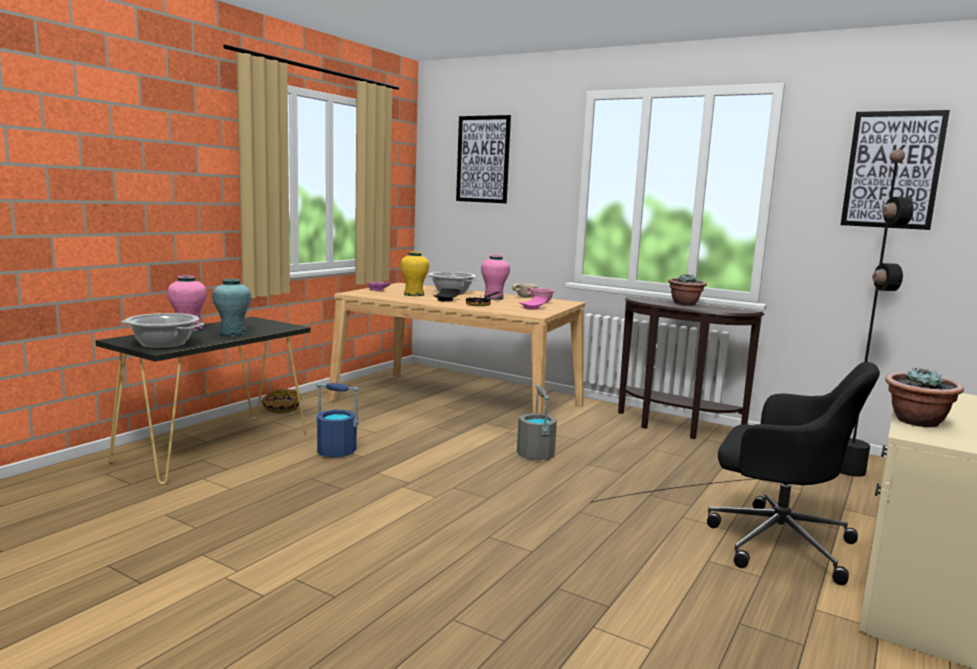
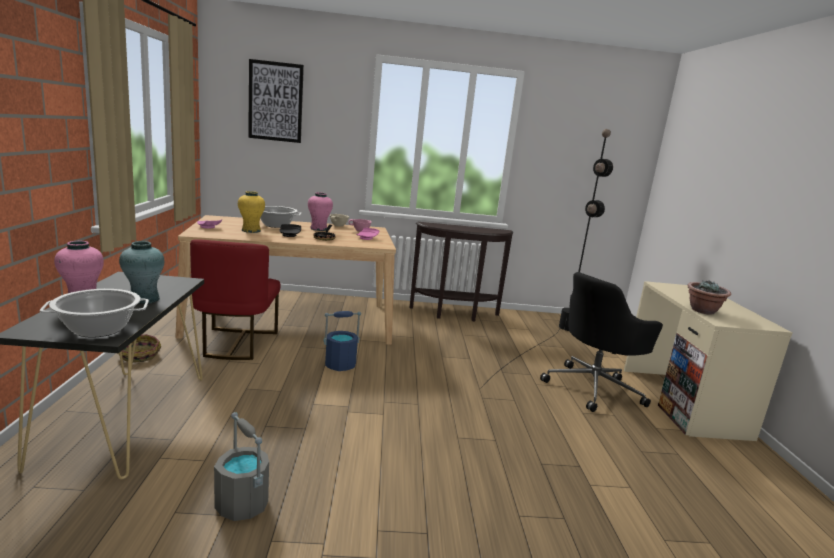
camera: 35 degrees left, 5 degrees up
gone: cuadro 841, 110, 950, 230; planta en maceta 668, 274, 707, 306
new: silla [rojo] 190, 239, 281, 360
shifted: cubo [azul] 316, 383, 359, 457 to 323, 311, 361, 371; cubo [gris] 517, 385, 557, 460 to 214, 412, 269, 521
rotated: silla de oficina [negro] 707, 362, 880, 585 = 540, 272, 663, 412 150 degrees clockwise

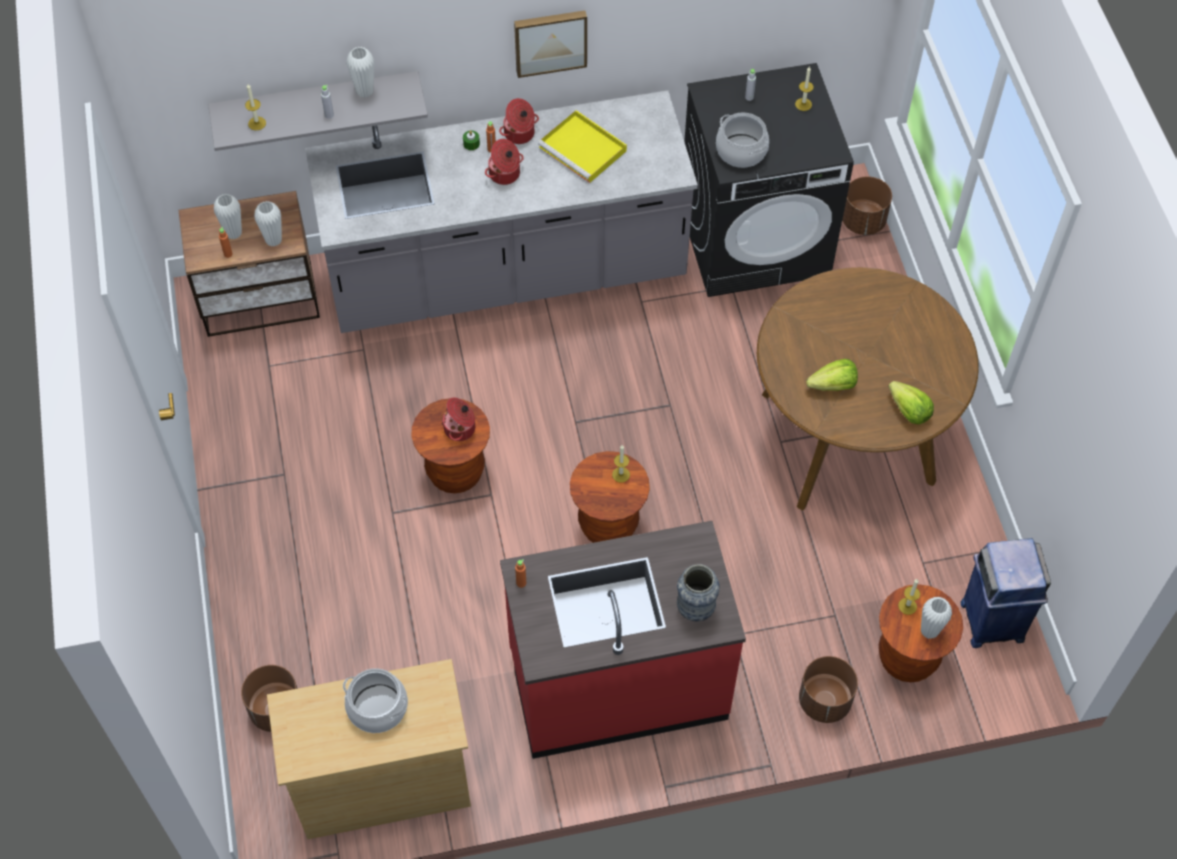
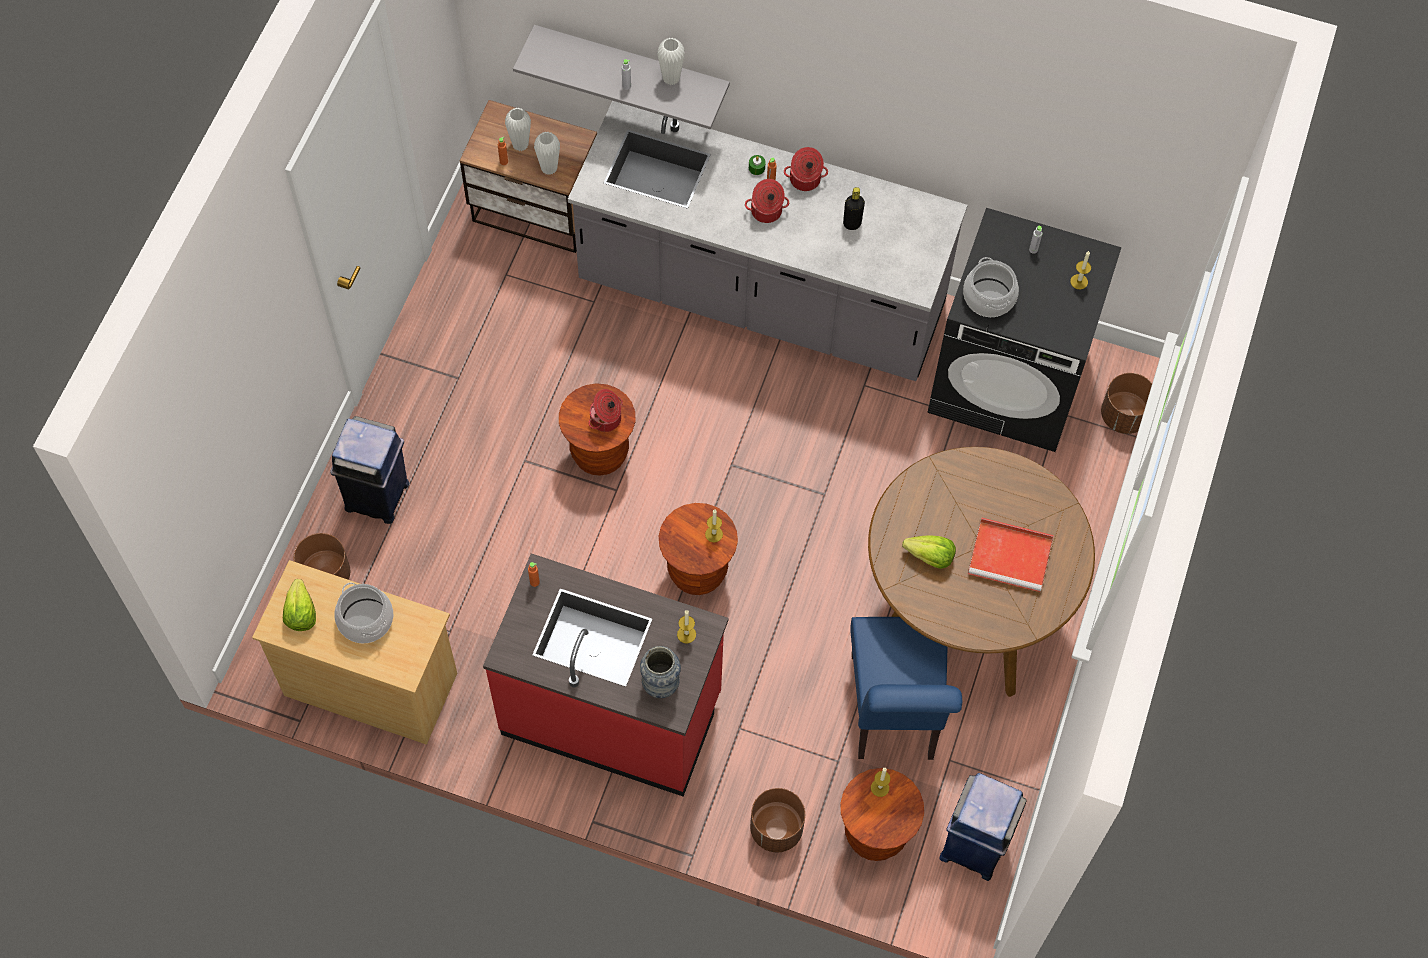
camera: 30 degrees right, 5 degrees up
gone: cuadro 514, 10, 587, 78; florero [blanco] 921, 597, 952, 639
new: papelera [azul] 330, 416, 409, 524; bandeja [rojo] 968, 517, 1054, 592; silla [azul] 850, 617, 962, 760
shifted: vela 245, 84, 266, 130 to 677, 610, 696, 644; lechuga 888, 381, 934, 424 to 283, 579, 316, 631
swapped: bandeja [amarillo] 538, 110, 627, 183 to botella [negro] 843, 187, 865, 230

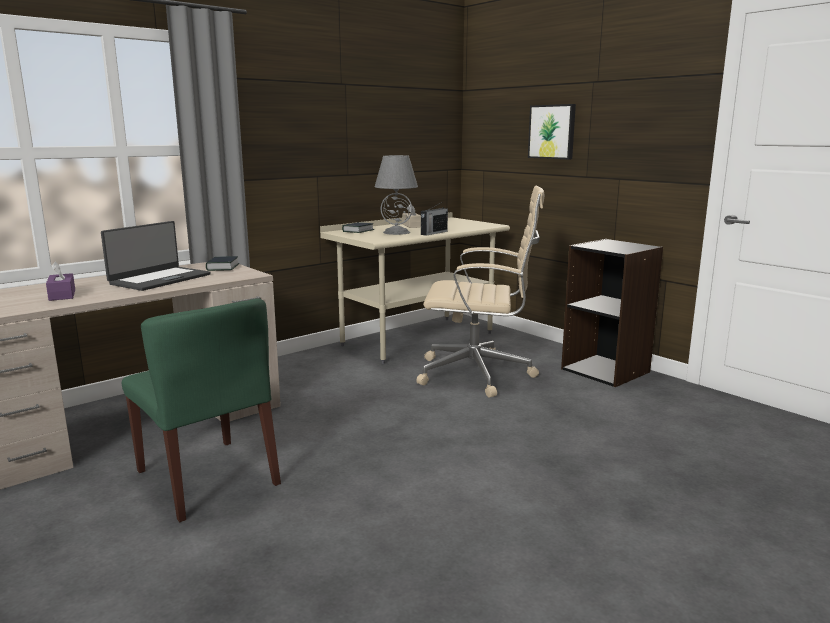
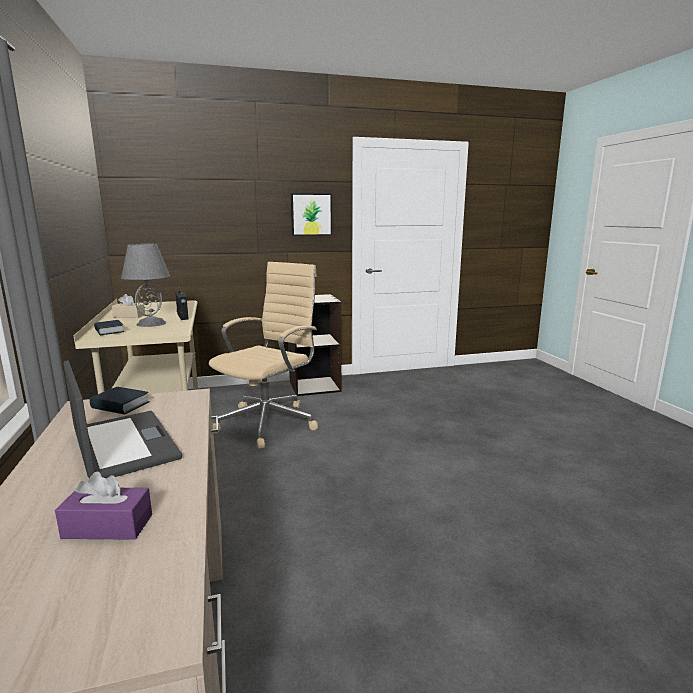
camera: 65 degrees left, 0 degrees up
gone: silla [verde] 122, 298, 281, 522
shifted: cuadro 528, 104, 576, 159 to 291, 193, 332, 236

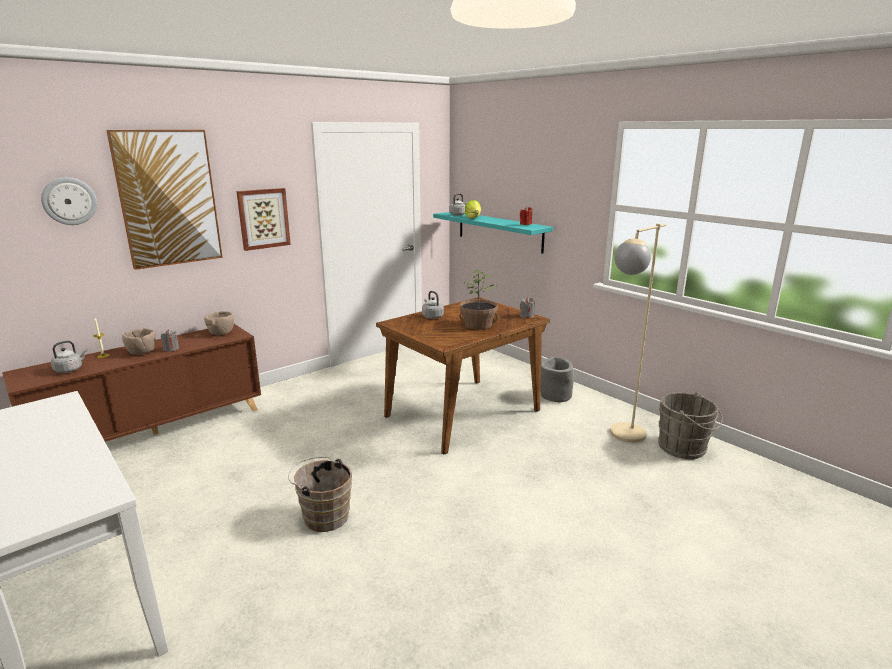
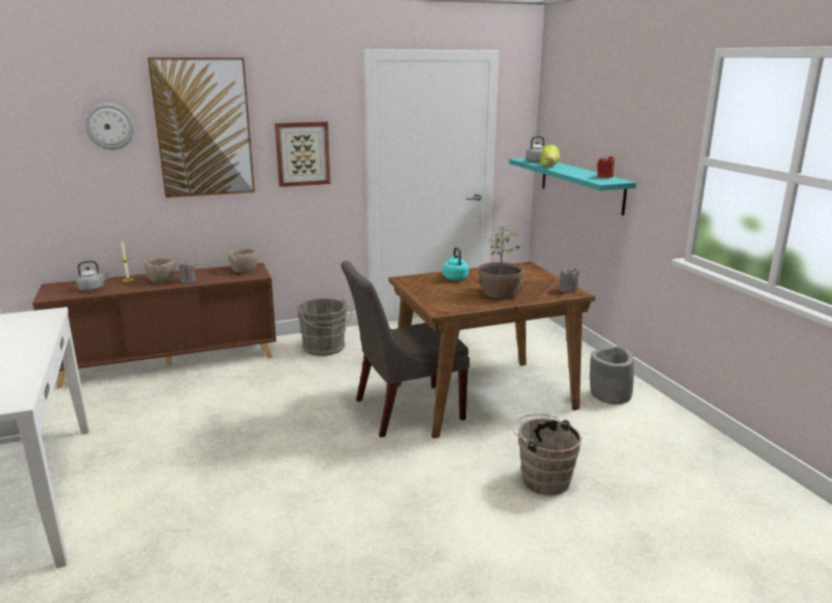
camera: 20 degrees right, 0 degrees up
gone: lámpara de pie [beis] 610, 224, 666, 443
new: silla [gris] 341, 261, 470, 438
shifted: cubo [gris] 658, 392, 723, 459 to 297, 298, 352, 356; cubo [marrón] 288, 457, 352, 532 to 512, 414, 582, 495
repainted: hervidor [gris] 422, 291, 444, 319 to hervidor [turquesa] 443, 247, 469, 280

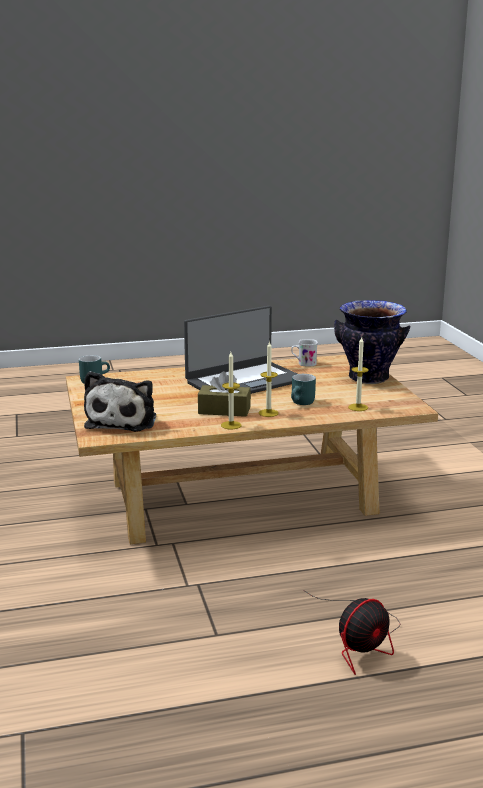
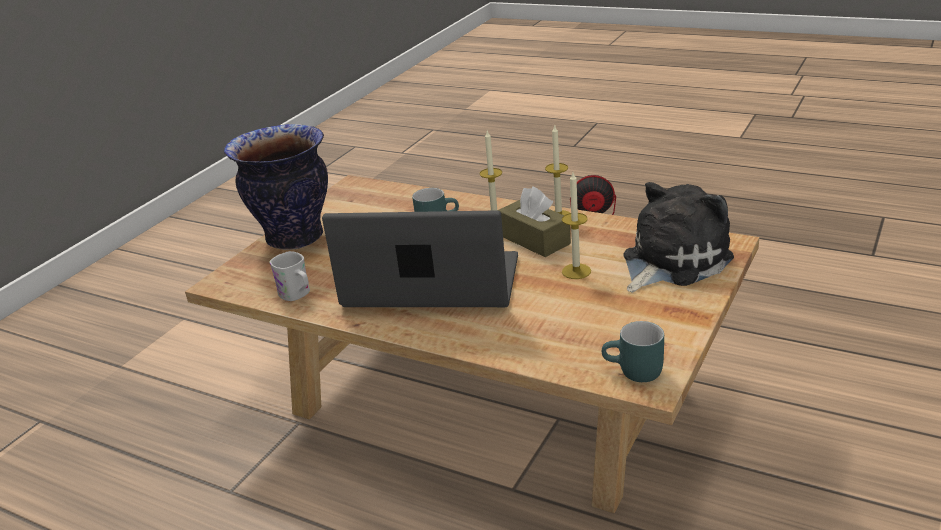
camera: 135 degrees left, 10 degrees up
shifted: vela 348, 337, 369, 411 to 562, 173, 591, 279

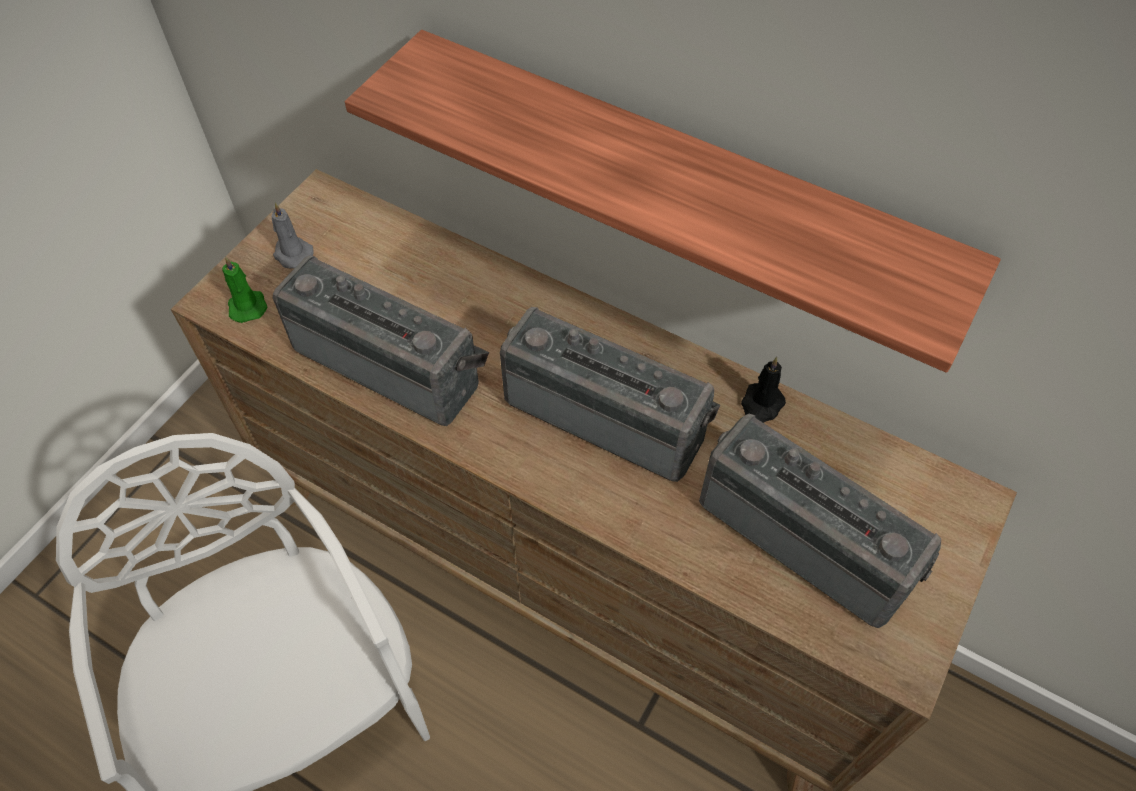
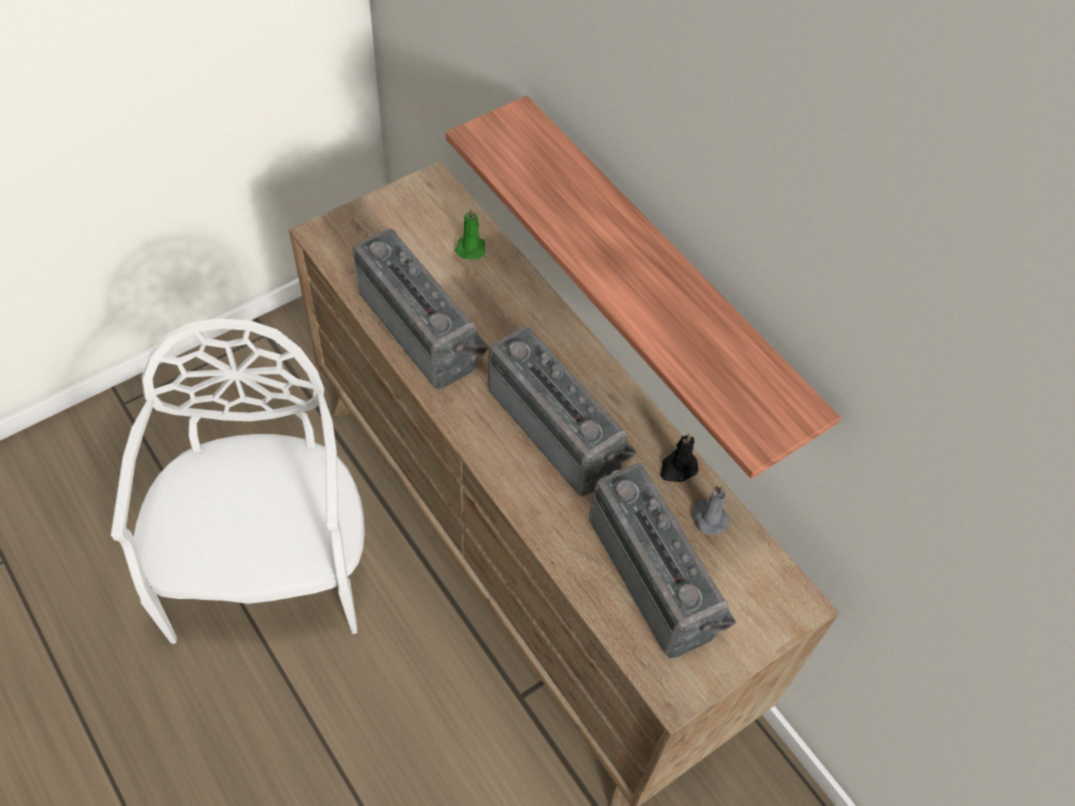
camera: 20 degrees right, 0 degrees up
shifted: vela [gris] 272, 203, 314, 269 to 692, 486, 730, 535; vela [verde] 222, 257, 267, 323 to 455, 208, 485, 260

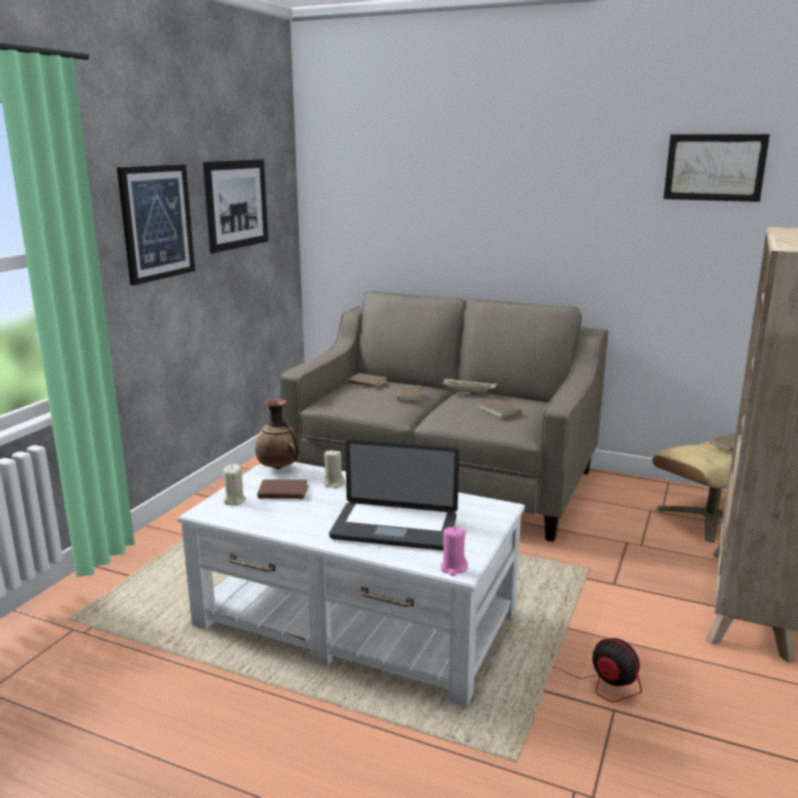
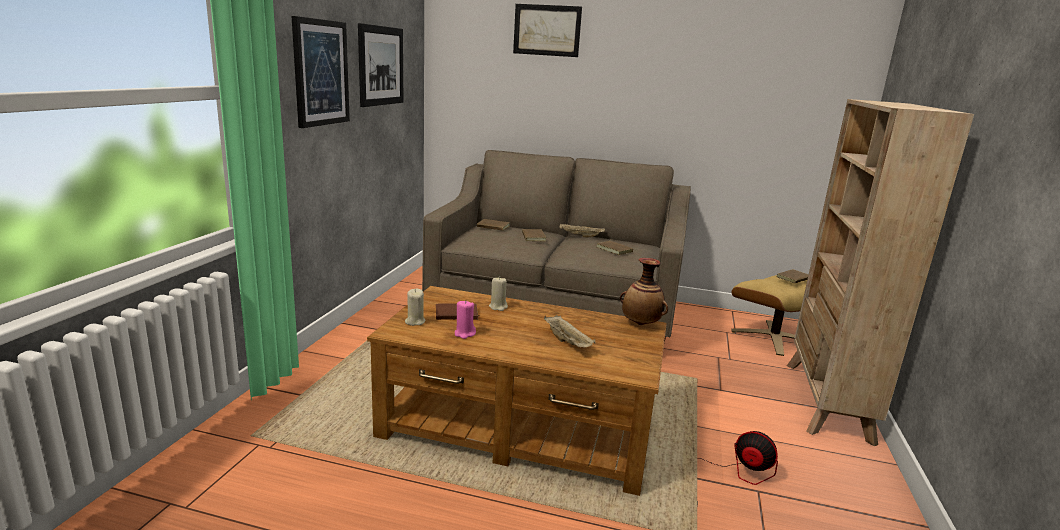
camera: 10 degrees left, 0 degrees up
shifted: cuadro 663, 134, 770, 202 to 513, 4, 582, 57; florero 255, 399, 299, 469 to 620, 258, 668, 325; vela [rosa] 441, 527, 468, 576 to 455, 300, 476, 339
swapped: portátil 329, 440, 459, 551 to bandeja [beis] 544, 315, 595, 347
repainted: mesa de centro [blanco] 177, 462, 525, 707 to mesa de centro [marrón] 367, 286, 667, 496

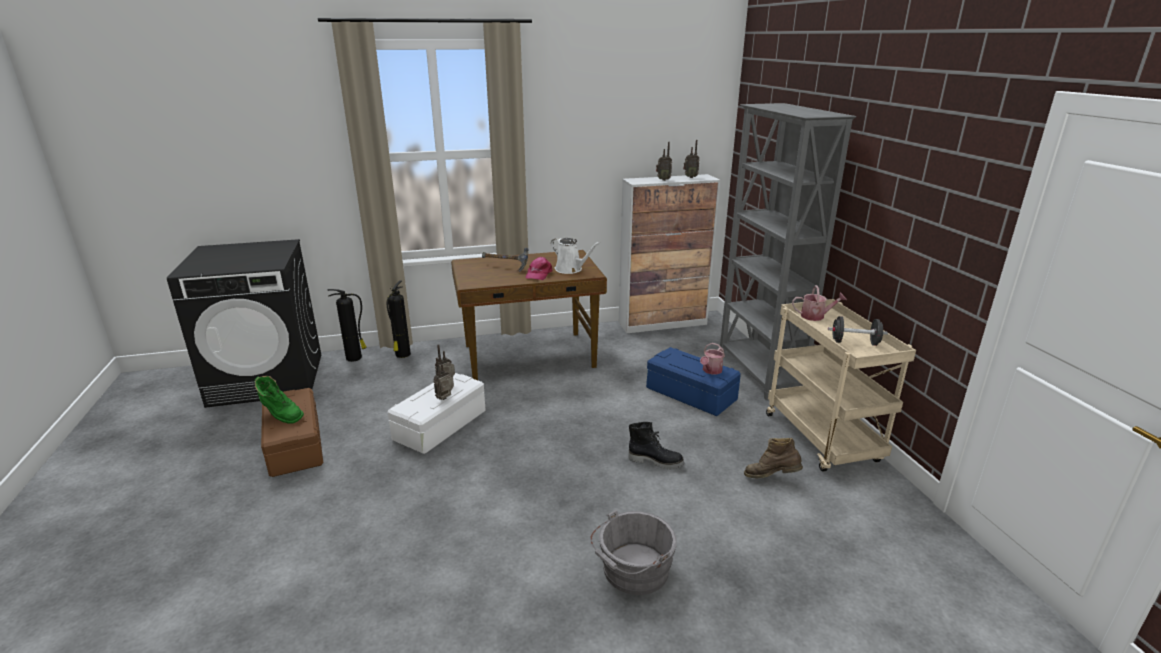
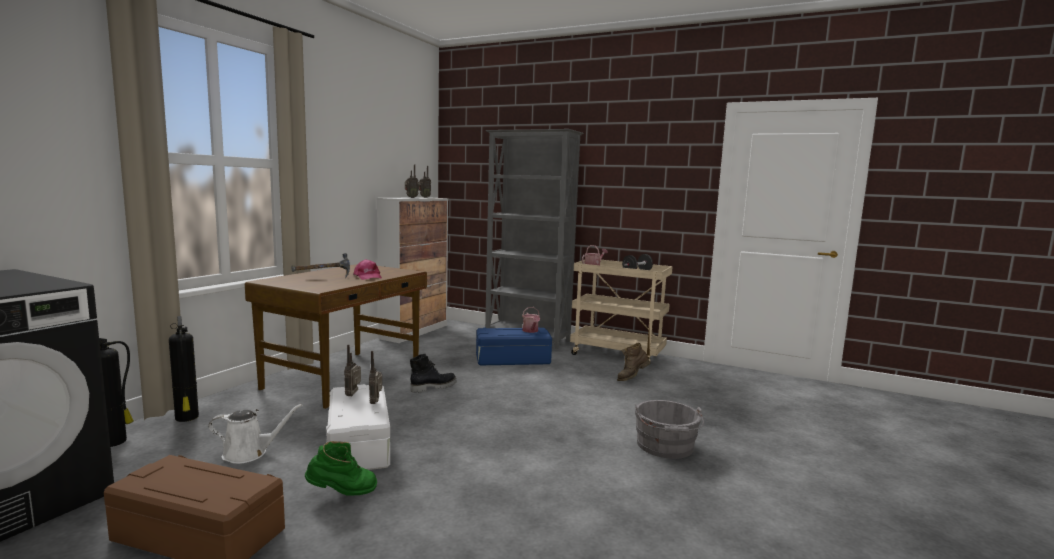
camera: 50 degrees left, 15 degrees down
shifted: regadera [blanco] 551, 238, 600, 274 to 209, 404, 302, 464; bota [verde] 255, 376, 304, 424 to 305, 441, 377, 496; bota [negro] 628, 422, 684, 469 to 410, 354, 457, 393

